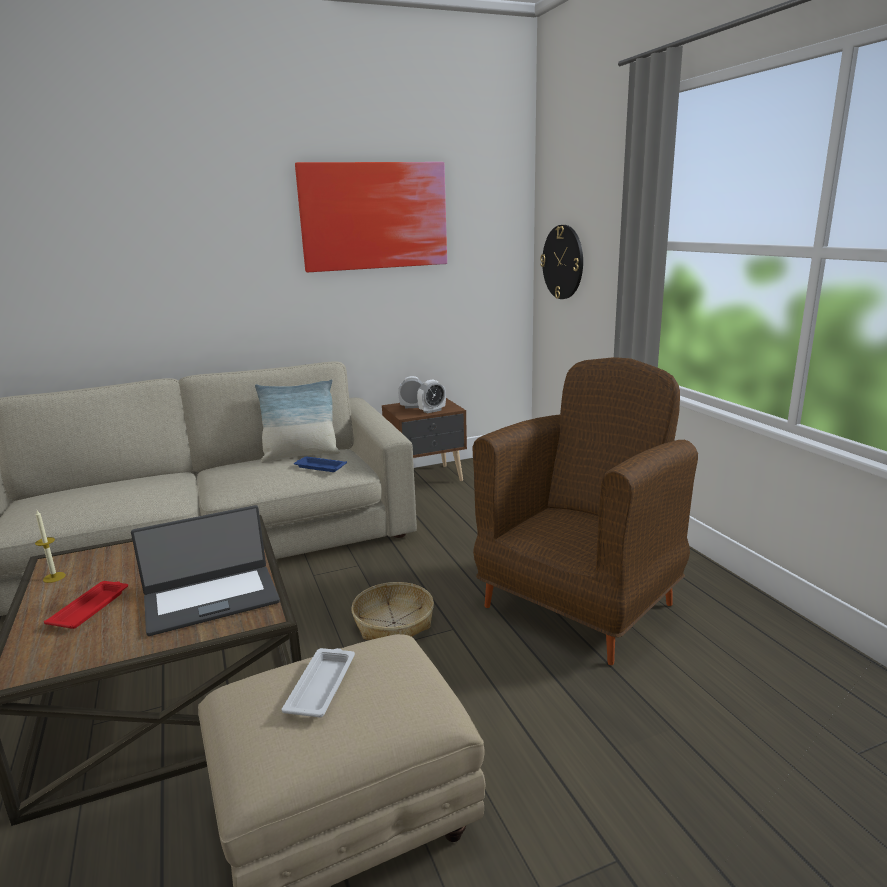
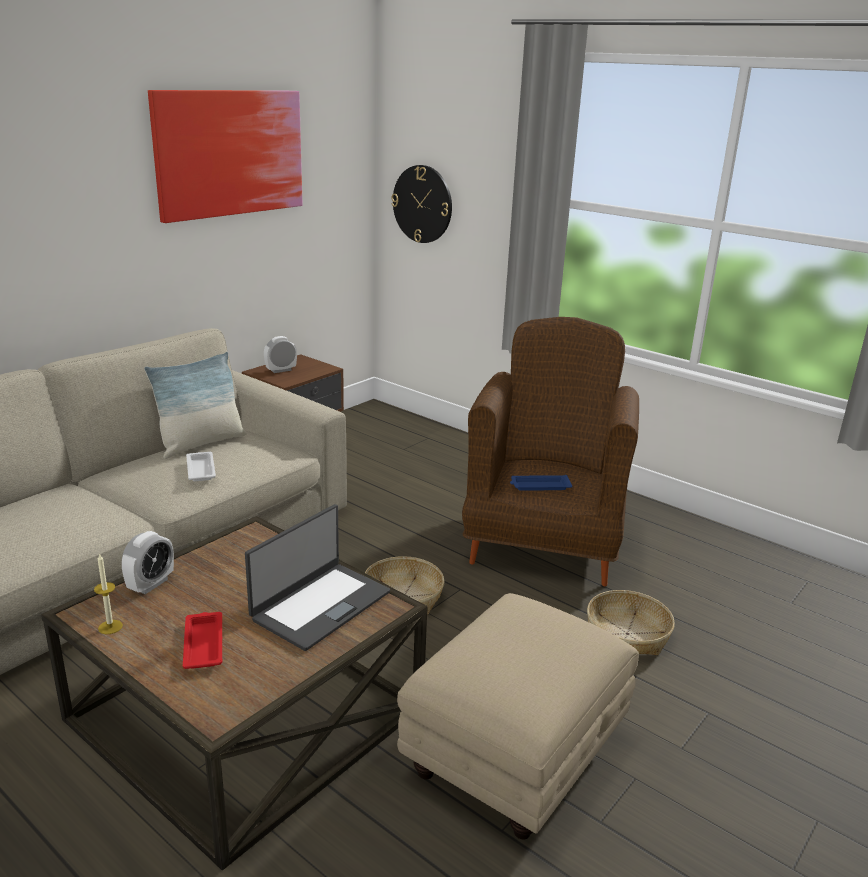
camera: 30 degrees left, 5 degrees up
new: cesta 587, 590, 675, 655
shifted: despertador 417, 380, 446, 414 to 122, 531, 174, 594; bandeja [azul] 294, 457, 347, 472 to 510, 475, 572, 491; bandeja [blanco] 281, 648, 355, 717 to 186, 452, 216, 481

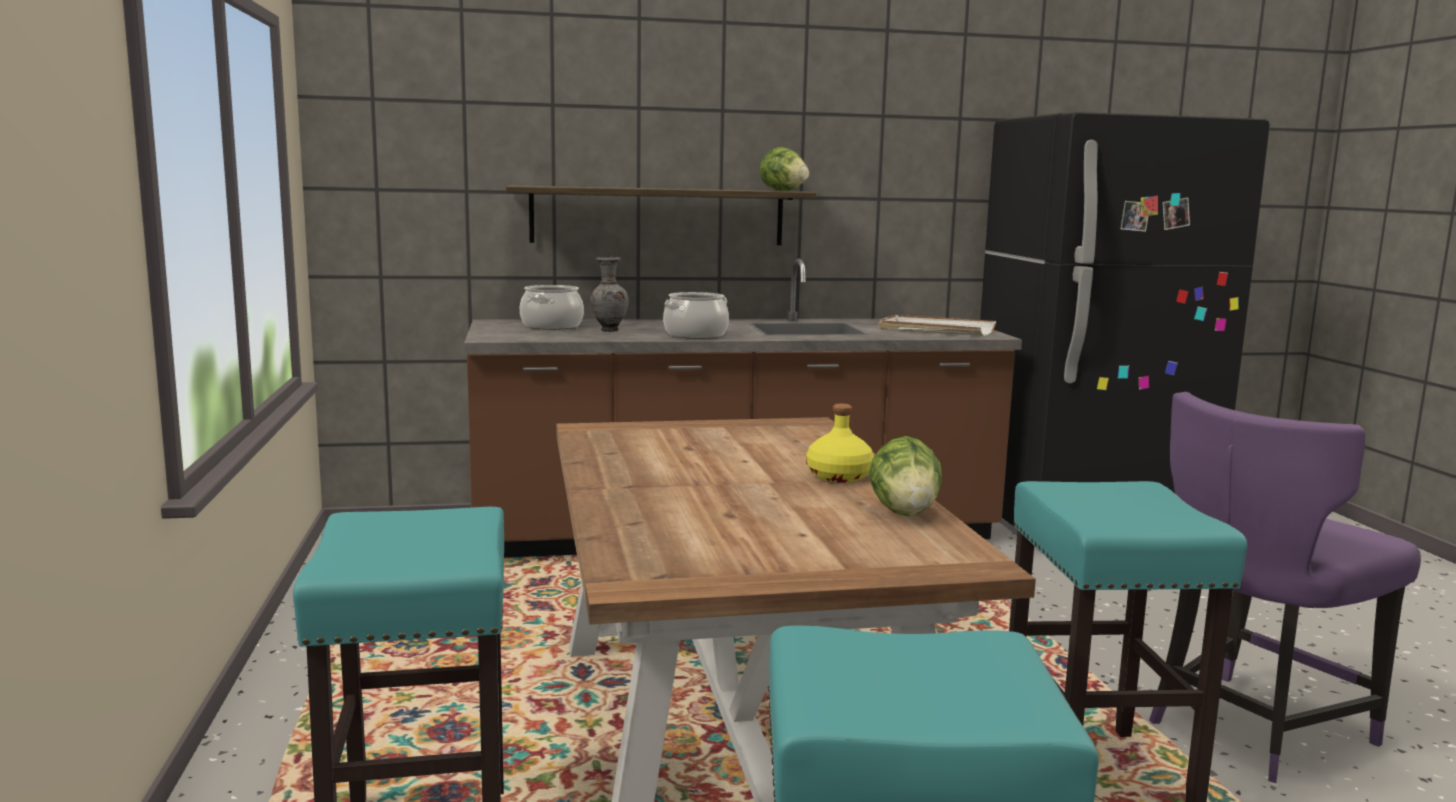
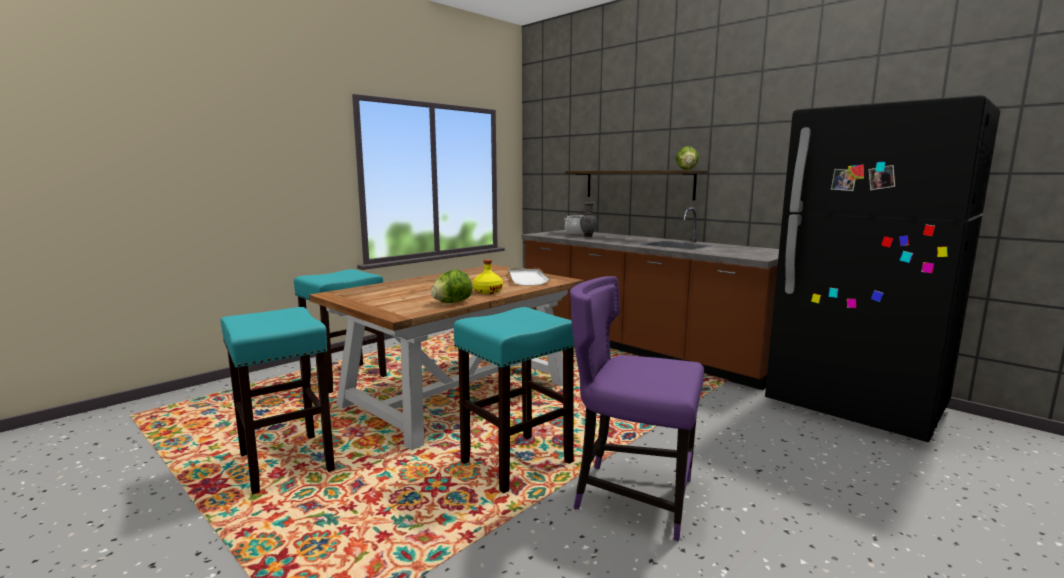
camera: 55 degrees right, 0 degrees up
gone: olla 663, 292, 729, 339
shifted: bandeja [blanco] 878, 315, 996, 336 to 508, 268, 551, 286

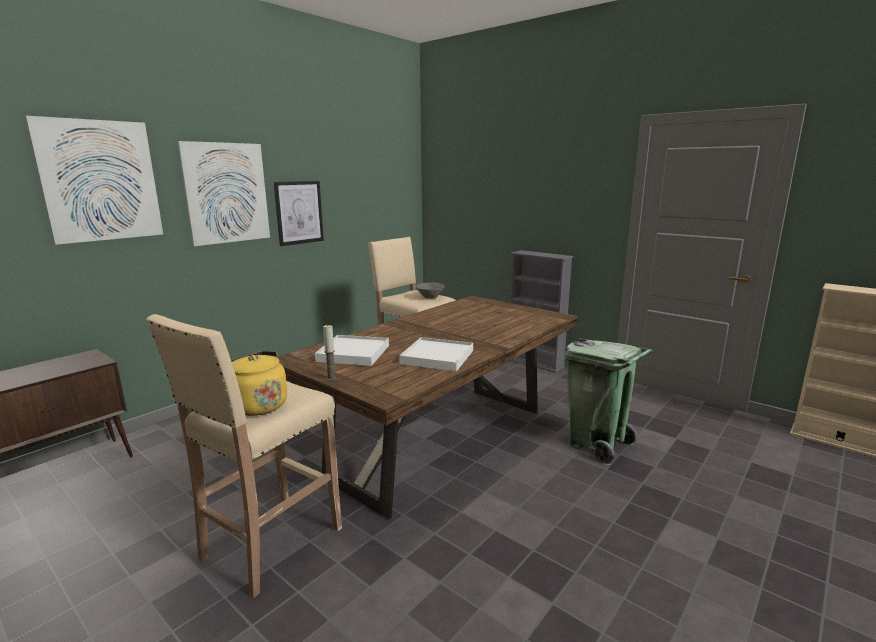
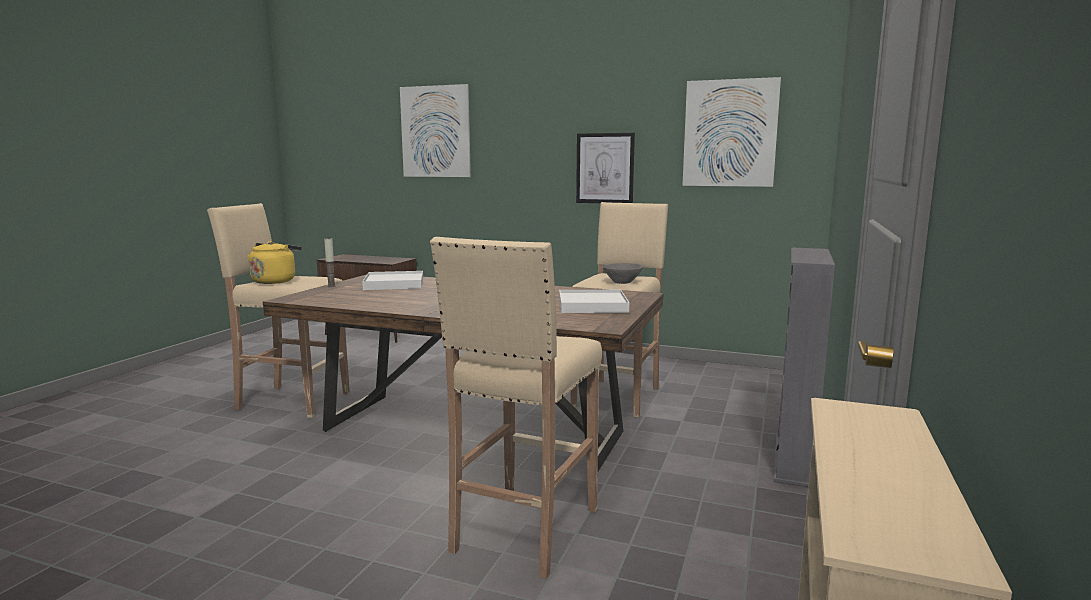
camera: 70 degrees right, 5 degrees down
shifted: cuadro 177, 141, 270, 246 to 682, 77, 781, 187; bandeja [blanco] 399, 337, 473, 372 to 559, 290, 629, 313
swapped: papelera [verde] 564, 338, 653, 465 to taburete [beis] 430, 237, 602, 579

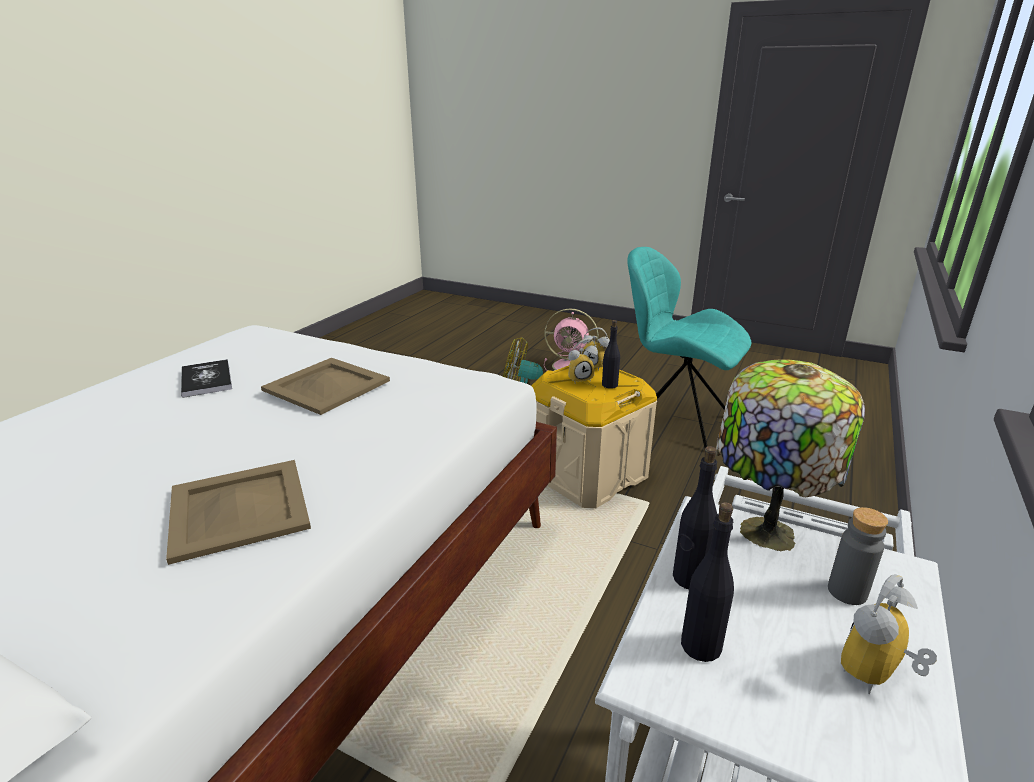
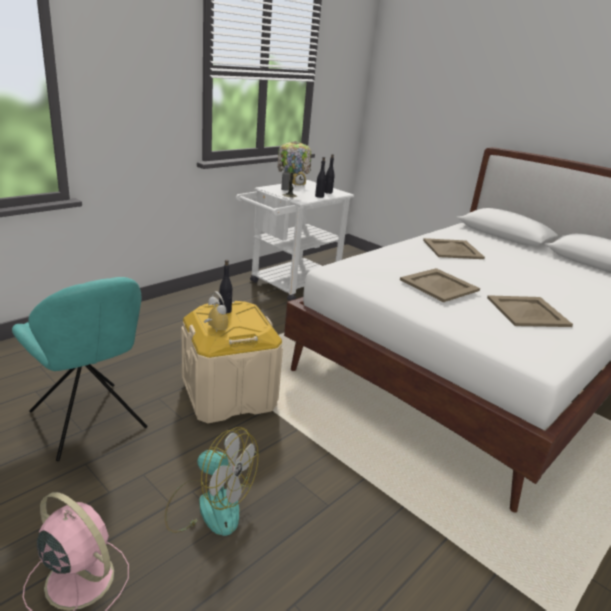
camera: 165 degrees left, 0 degrees up
gone: despertador 568, 338, 598, 383
swapped: libro 181, 359, 232, 398 to bandeja [beis] 487, 295, 573, 327

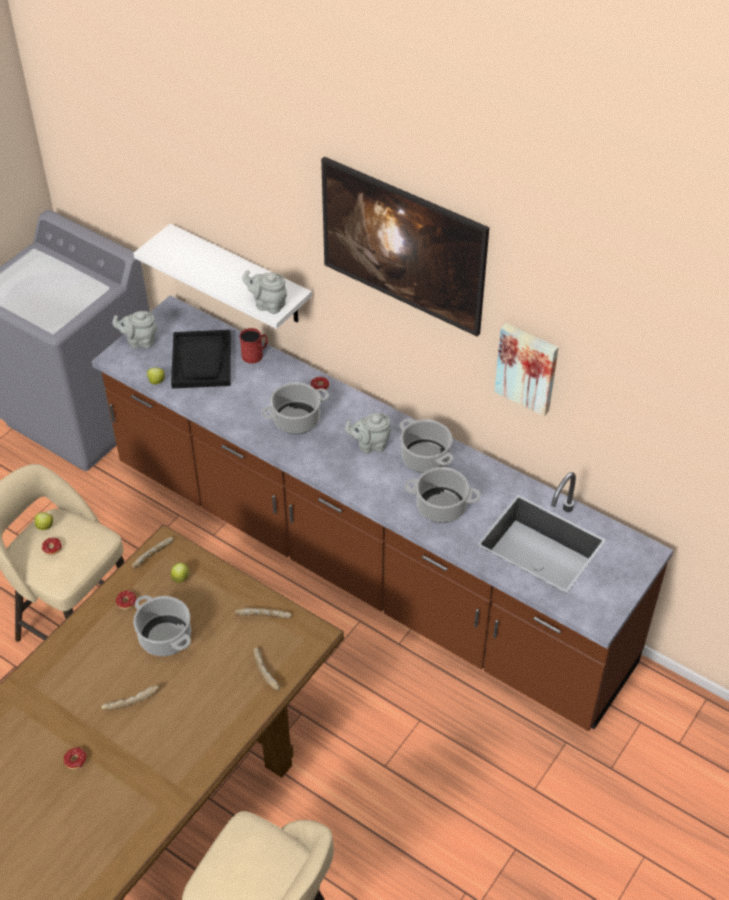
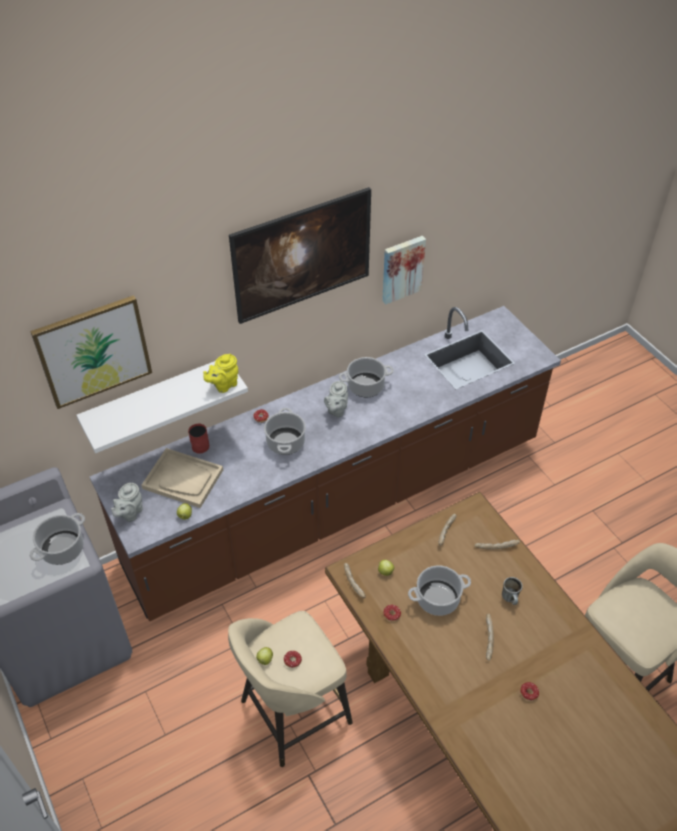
camera: 65 degrees left, 0 degrees up
new: cuadro 30, 295, 152, 409; taza grande 502, 577, 523, 605
shifted: olla 405, 467, 480, 523 to 29, 513, 85, 565
repainted: tetera [gris] 242, 270, 287, 314 to tetera [amarillo] 203, 354, 238, 393; bandeja [negro] 171, 330, 231, 389 to bandeja [beis] 142, 448, 223, 508

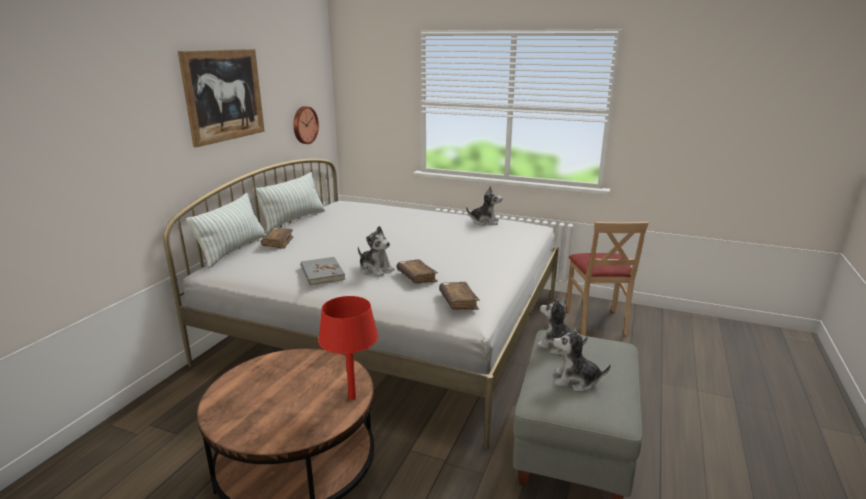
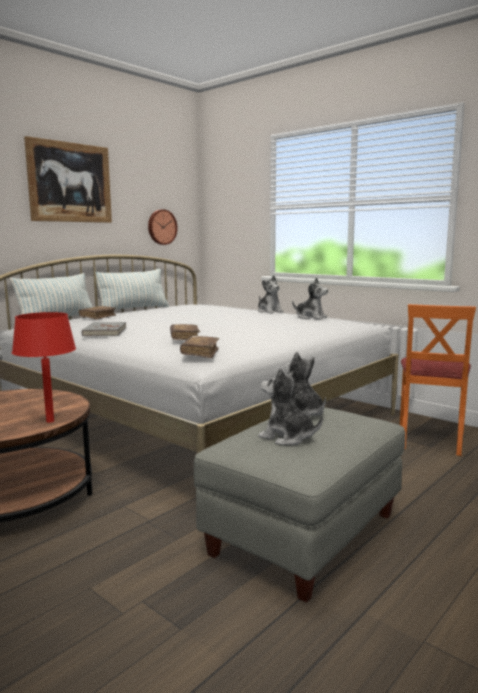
camera: 20 degrees right, 10 degrees down
shifted: peluche 358, 226, 394, 277 to 258, 275, 283, 314
repainted: silla [beis] 566, 222, 649, 336 to silla [naranja] 400, 304, 476, 456

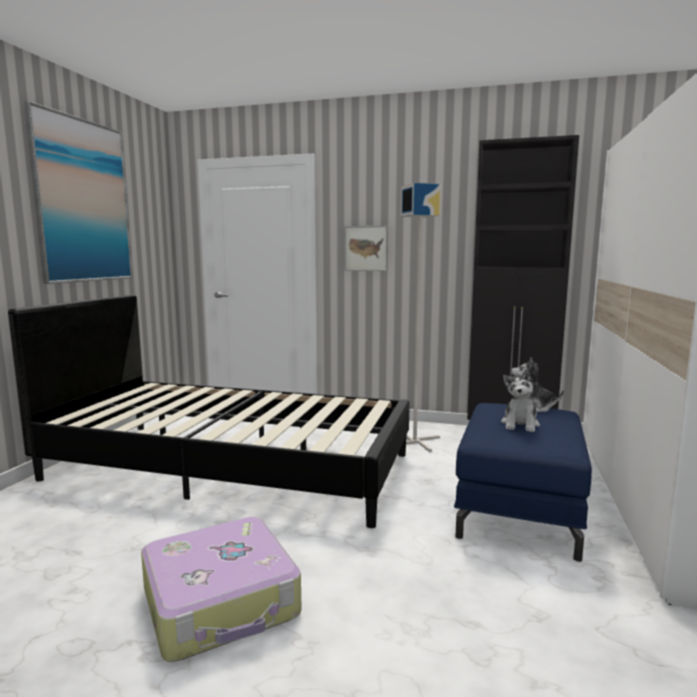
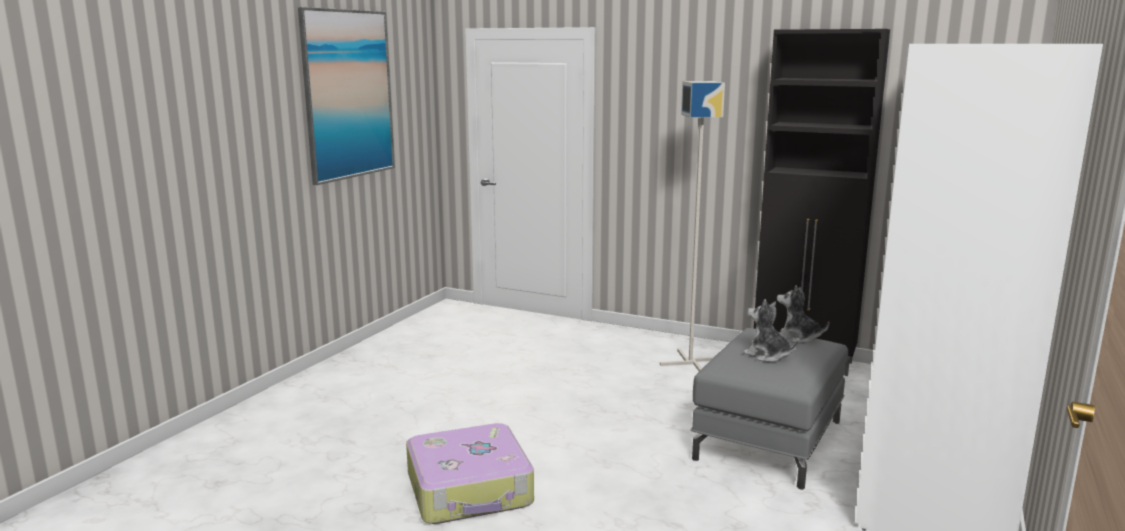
camera: 10 degrees right, 5 degrees up
gone: cuadro 344, 226, 388, 271; cama [negro] 8, 295, 410, 528
repainted: puf [azul] 454, 403, 592, 562 to puf [gris] 690, 328, 848, 490
rotated: peluche 501, 369, 540, 432 = 743, 299, 798, 362 105 degrees clockwise

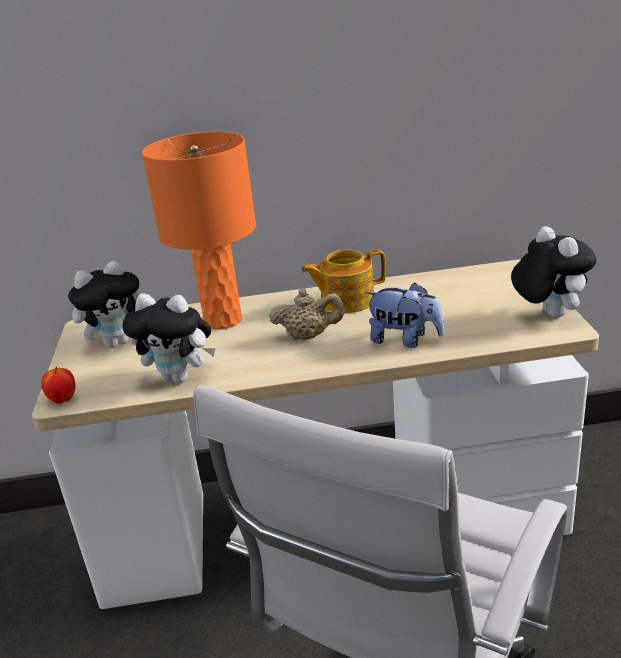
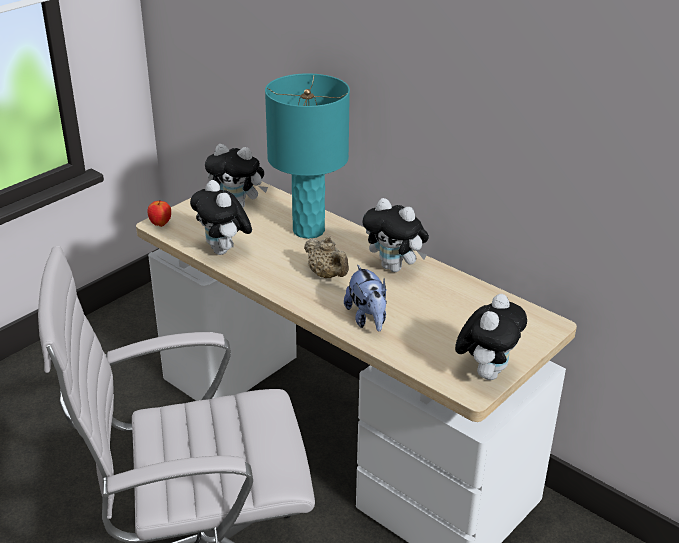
camera: 45 degrees right, 5 degrees up
swapped: tetera 301, 249, 386, 313 to peluche 362, 198, 429, 272
repainted: lámpara de mesa [naranja] 142, 131, 256, 330 to lámpara de mesa [turquesa] 265, 73, 350, 239

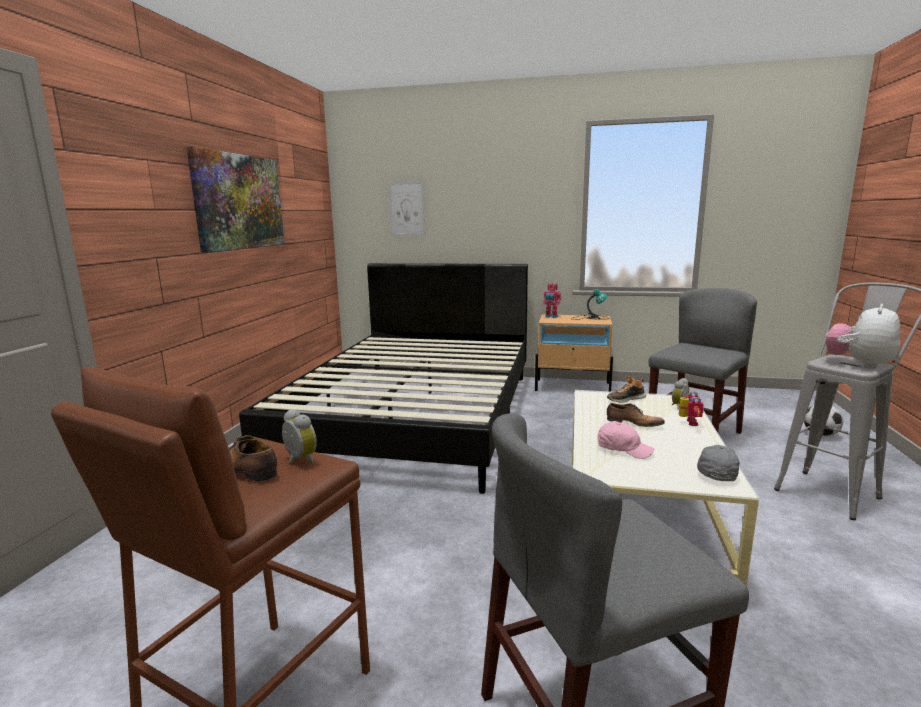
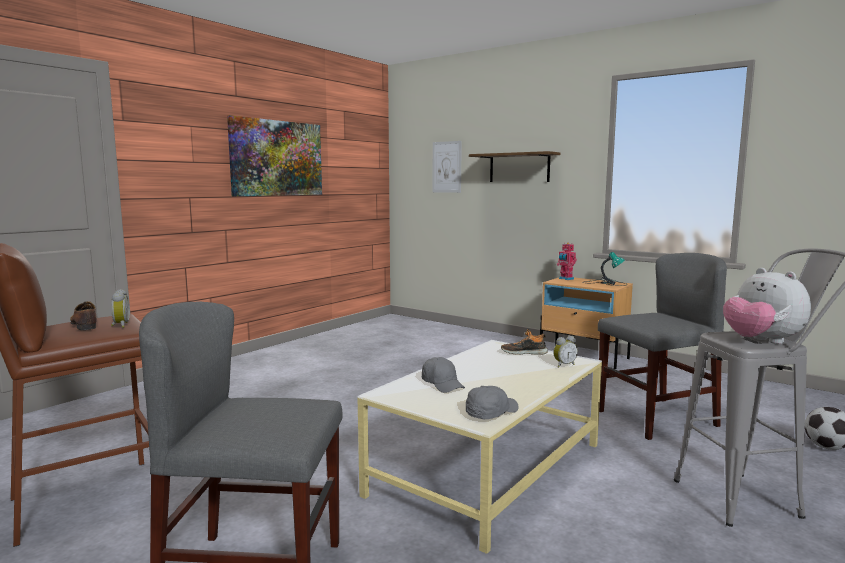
camera: 25 degrees right, 5 degrees down
gone: cama [negro] 239, 263, 528, 494; robot de juguete 679, 391, 704, 426; zapato 607, 403, 665, 427
new: estante 469, 151, 561, 182
repainted: gorra [rosa] 597, 421, 654, 459 to gorra [gris] 422, 357, 465, 393
rotated: peluche 826, 304, 900, 369 = 723, 268, 811, 344 90 degrees counterclockwise

